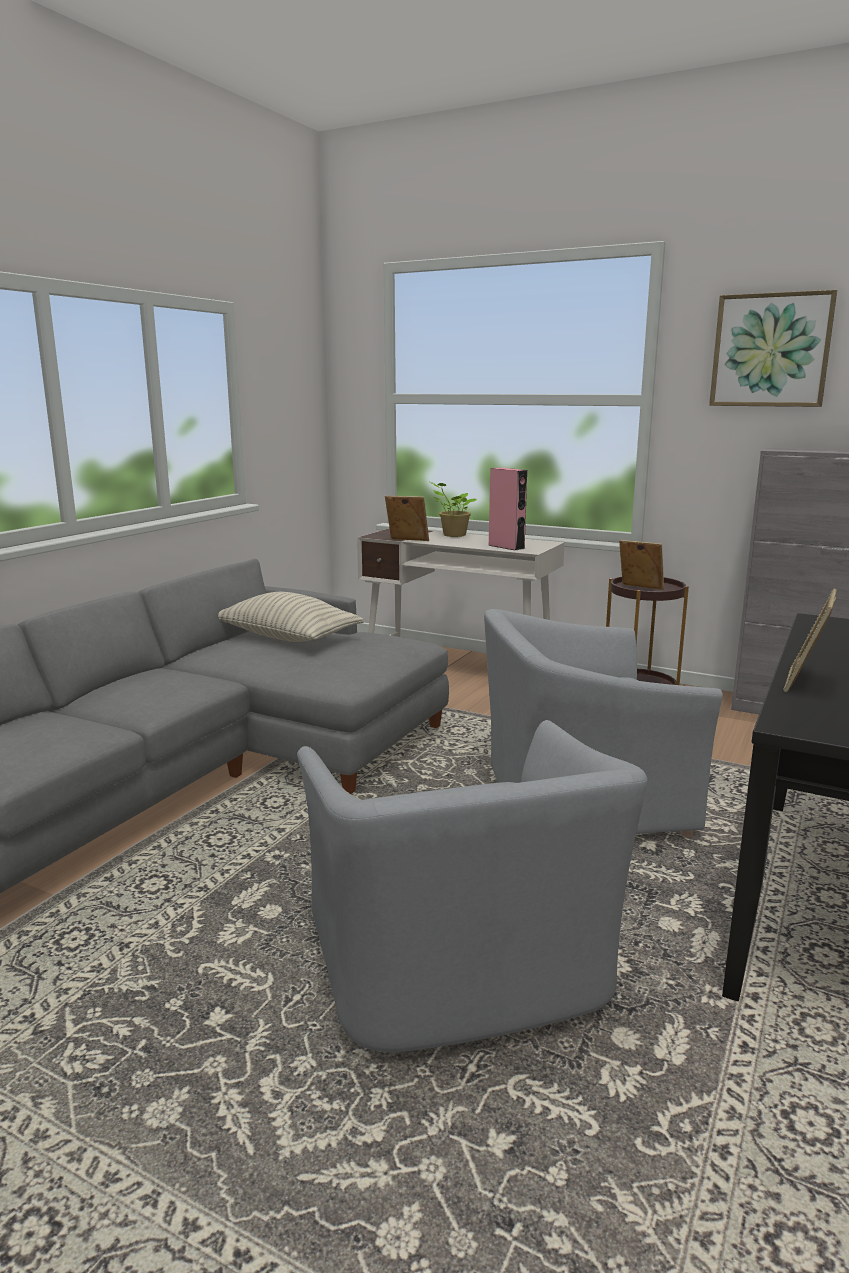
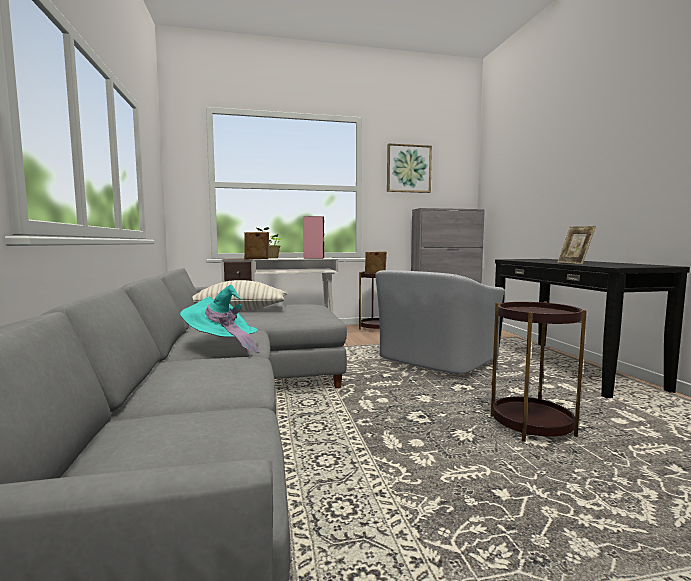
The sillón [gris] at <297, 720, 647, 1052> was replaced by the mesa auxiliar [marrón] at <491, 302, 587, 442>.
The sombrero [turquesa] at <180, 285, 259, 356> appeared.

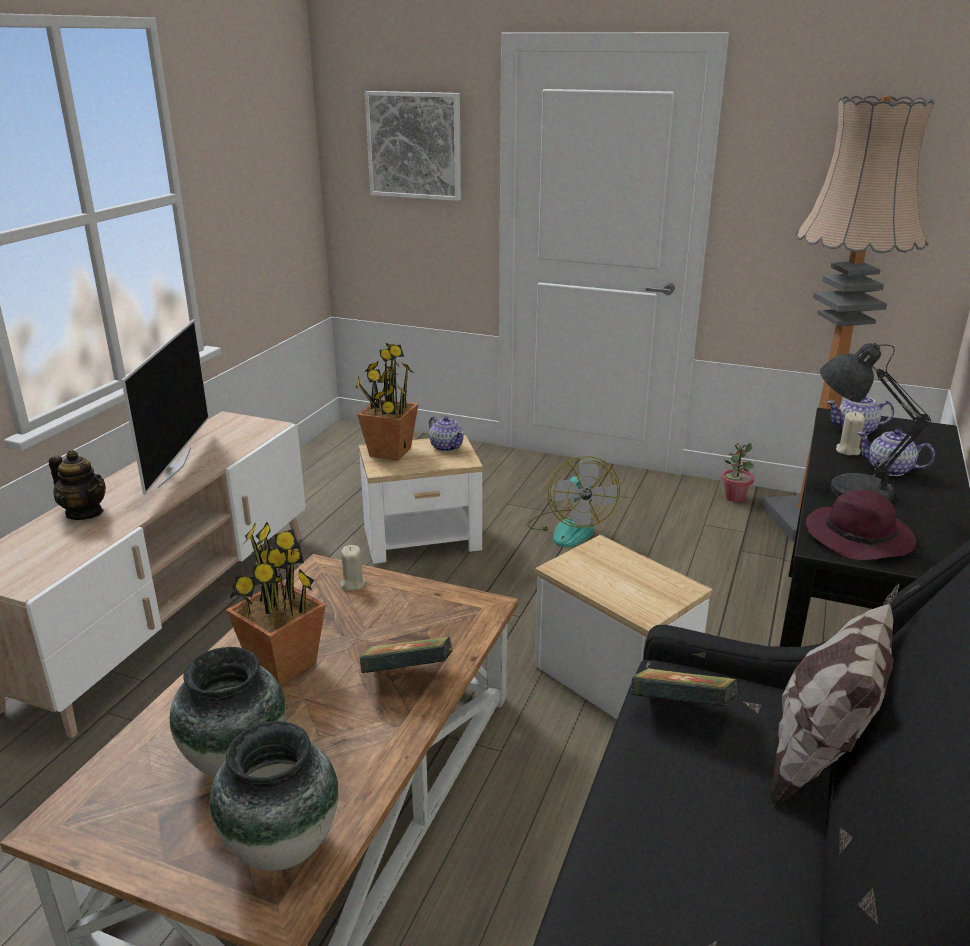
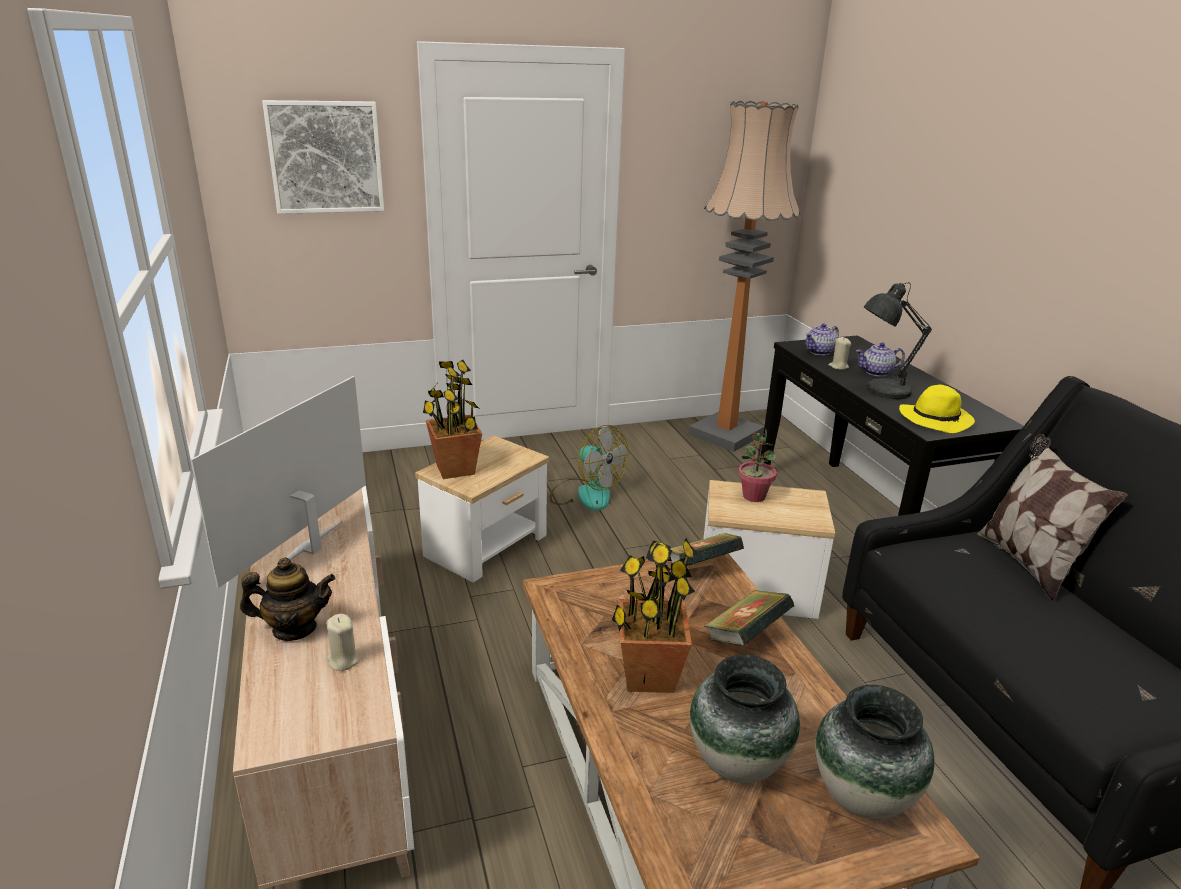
The televisor at <121, 319, 209, 495> turned 120 degrees counterclockwise.
The tetera at <429, 416, 464, 452> disappeared.
The planta en maceta moved from <722, 443, 754, 502> to <738, 429, 777, 502>.
The sombrero [morado] at <806, 490, 916, 560> became the sombrero [amarillo] at <899, 385, 975, 433>.
The vela [beis] moved from <340, 545, 365, 591> to <326, 614, 360, 671>.
The libro moved from <631, 668, 737, 706> to <669, 533, 744, 566>.

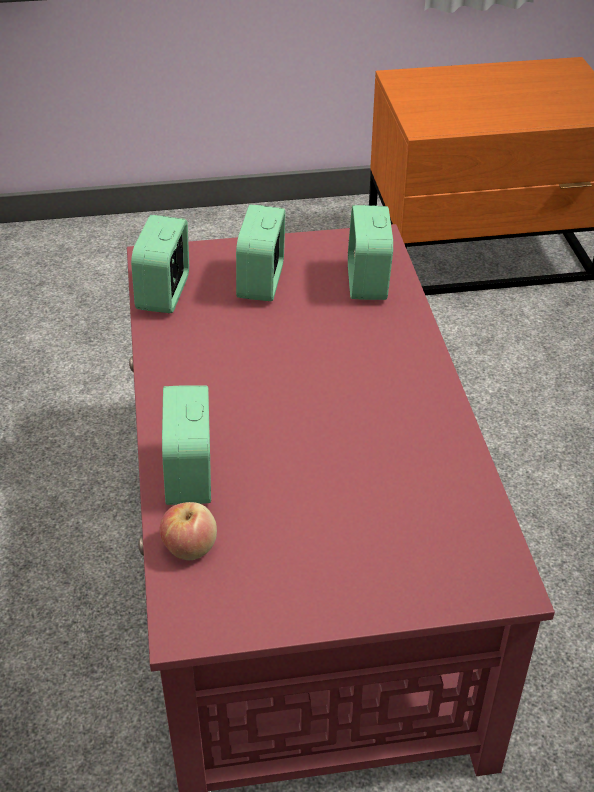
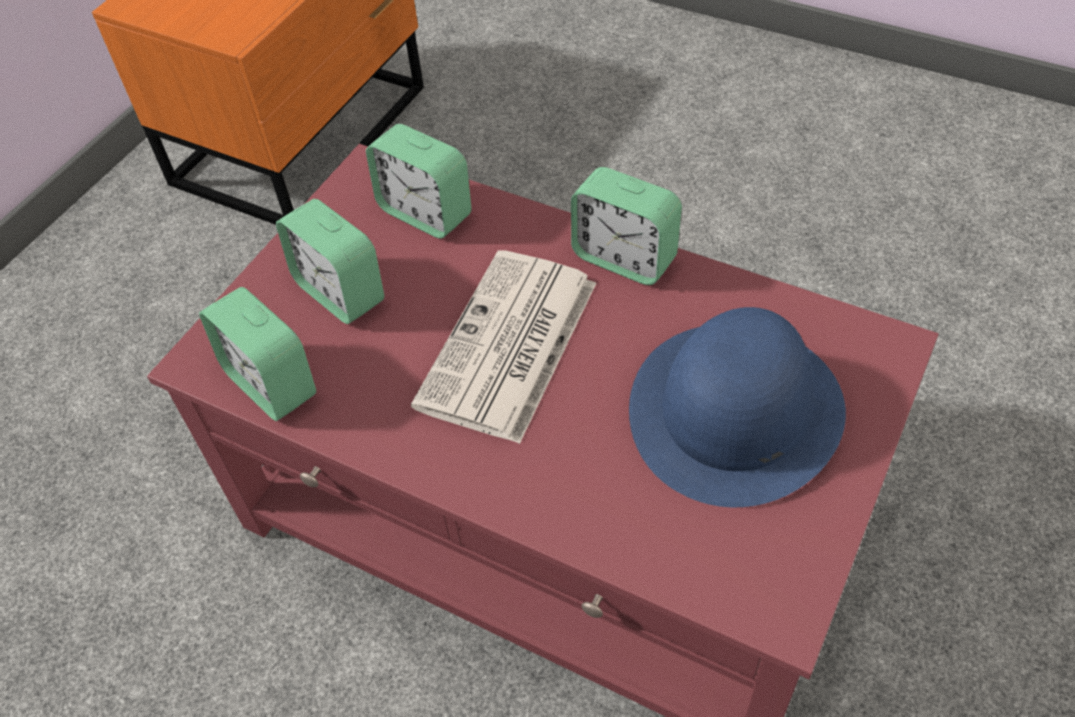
The despertador moved from <162, 385, 211, 505> to <571, 167, 682, 285>.
The manzana at <159, 502, 217, 560> disappeared.
The periódico at <411, 250, 596, 444> appeared.
The sombrero [azul] at <629, 307, 846, 507> appeared.

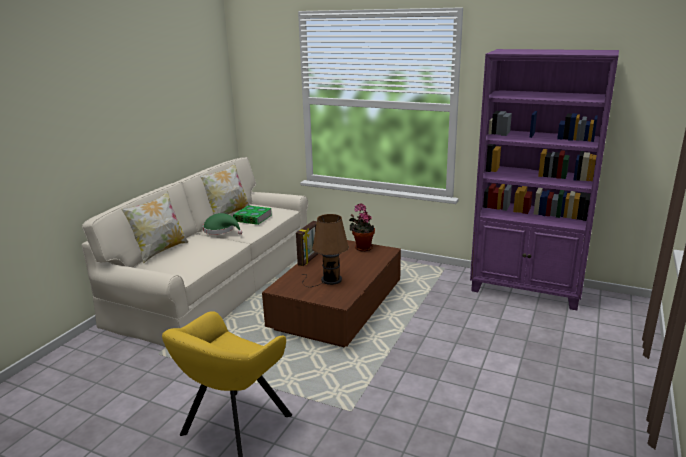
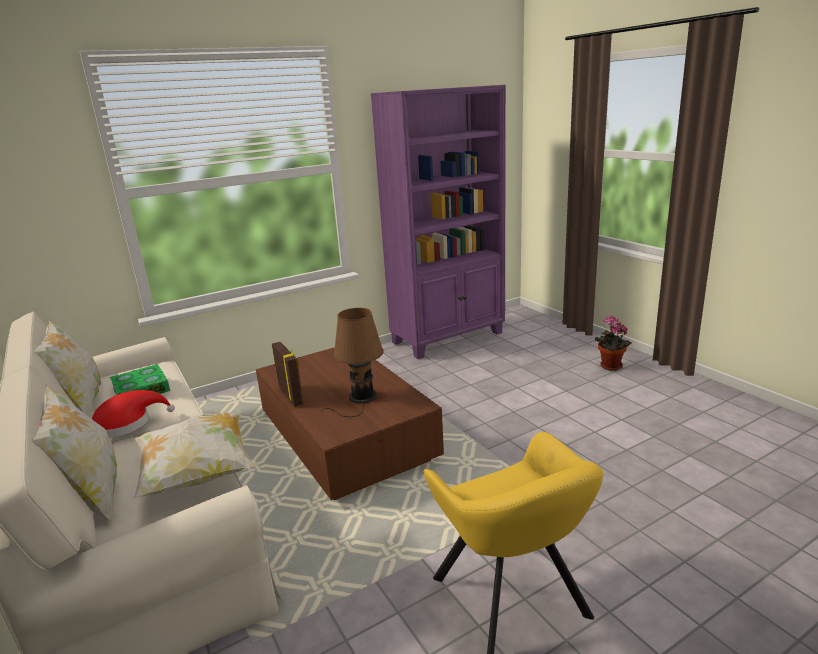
The planta en maceta moved from <349, 203, 375, 252> to <595, 316, 631, 371>.
The sombrero [verde] at <203, 213, 243, 235> became the sombrero [rojo] at <92, 390, 175, 438>.
The cojín at <133, 412, 256, 499> appeared.

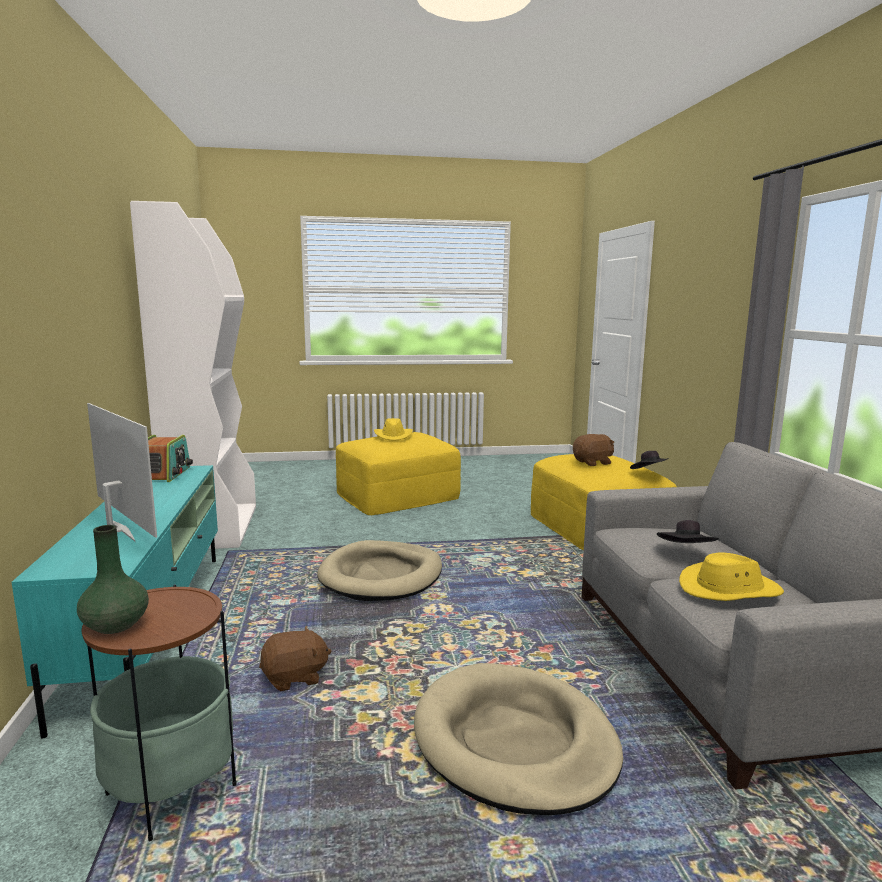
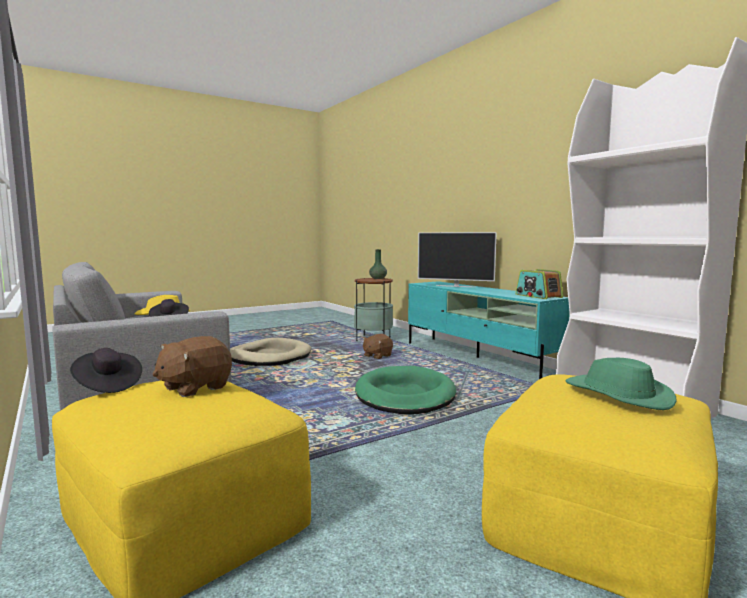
The sombrero [amarillo] at <374, 418, 413, 441> became the sombrero [verde] at <565, 358, 677, 410>.
The cama para perro [beis] at <317, 540, 442, 601> became the cama para perro [verde] at <355, 366, 456, 414>.

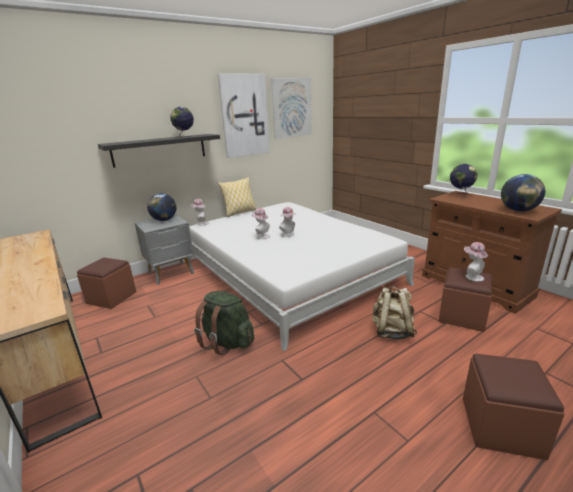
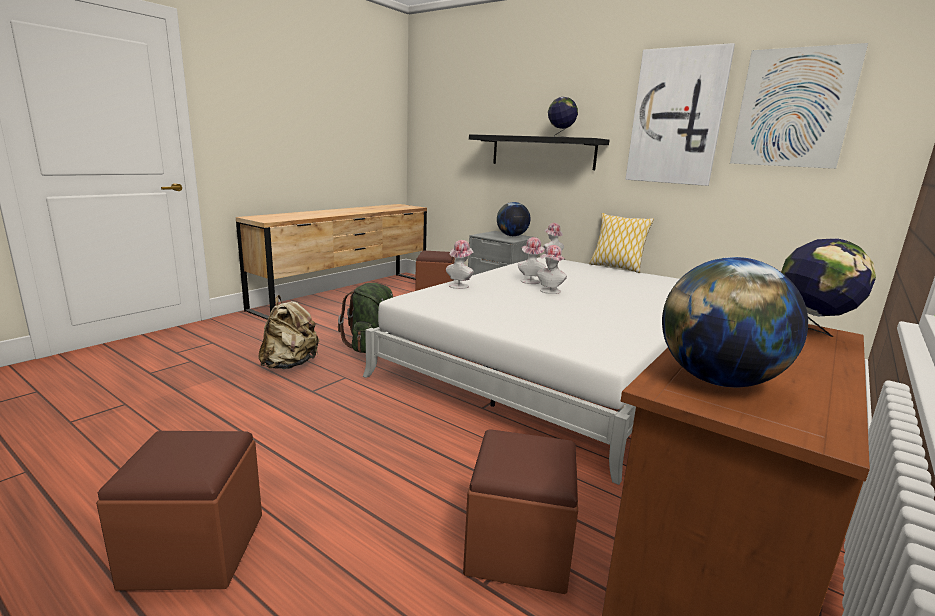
The sombrero moved from <464, 242, 488, 282> to <446, 240, 474, 289>.
The mochila [beis] moved from <372, 286, 417, 339> to <258, 295, 319, 369>.

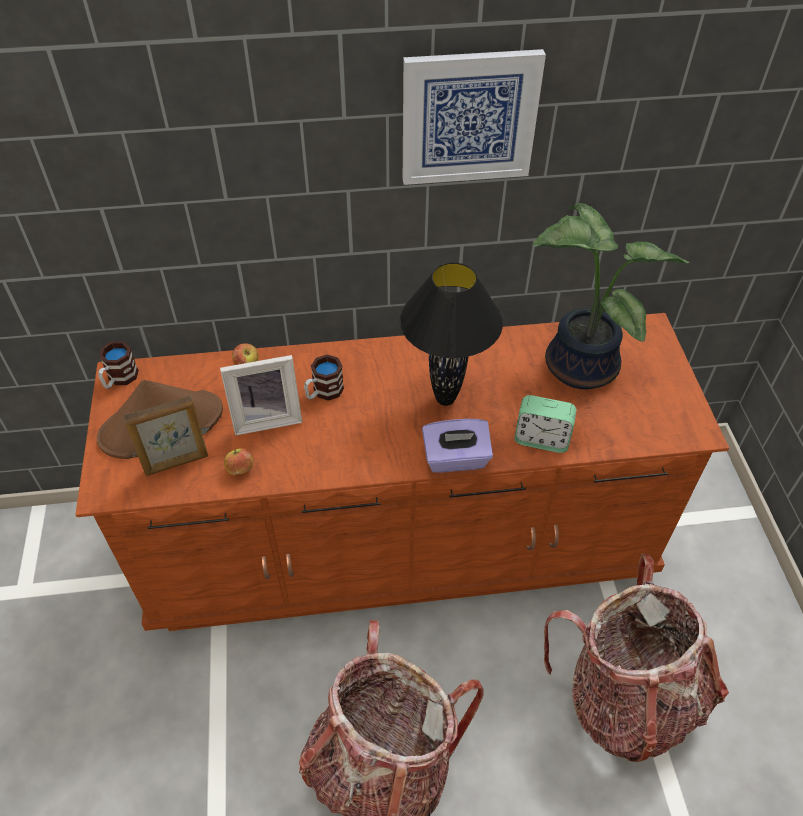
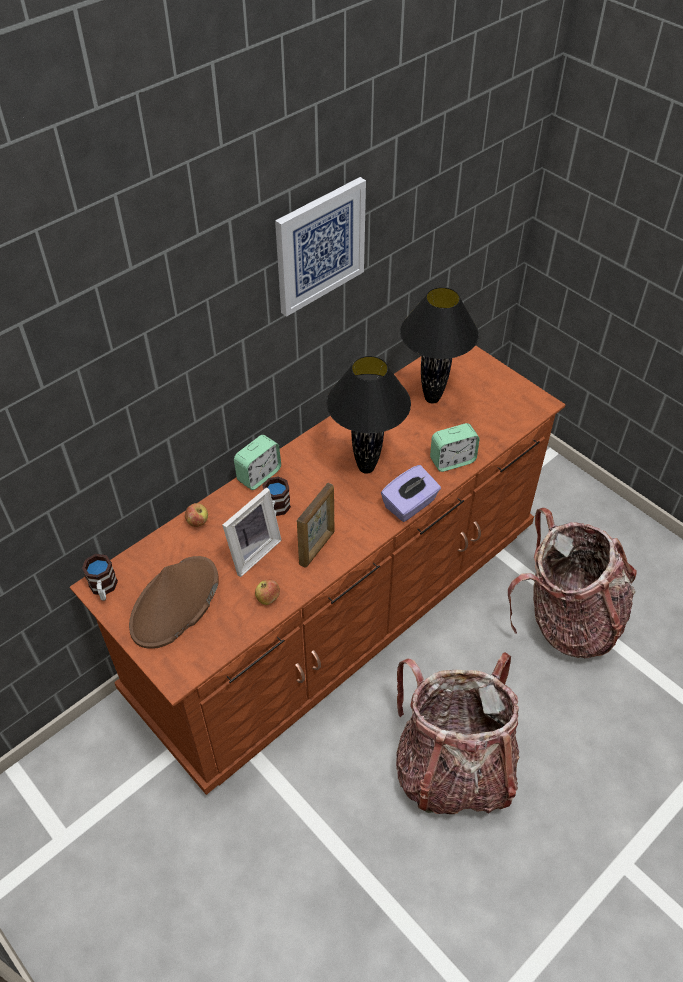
The planta en maceta at <532, 203, 690, 389> was replaced by the lámpara de mesa [negro] at <400, 287, 479, 404>.
The portarretratos moved from <123, 396, 208, 476> to <297, 483, 334, 568>.
The despertador at <234, 435, 281, 490> appeared.

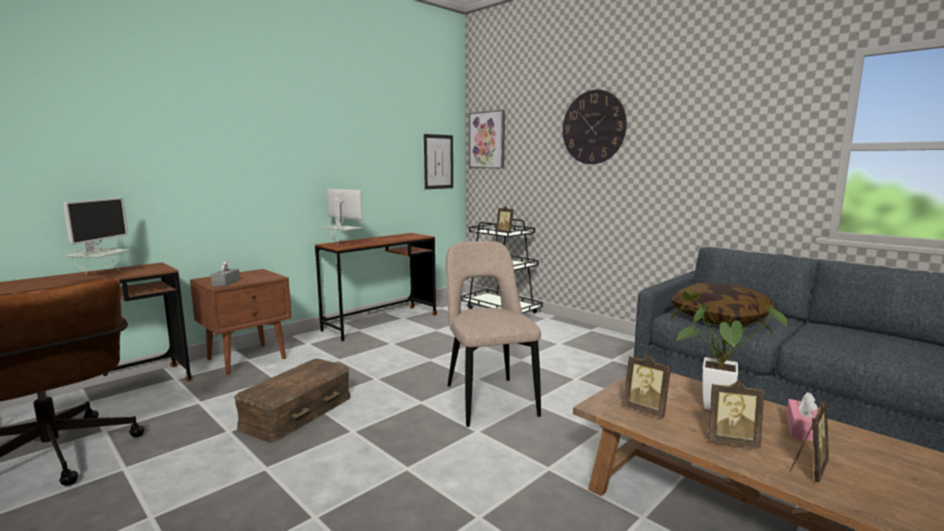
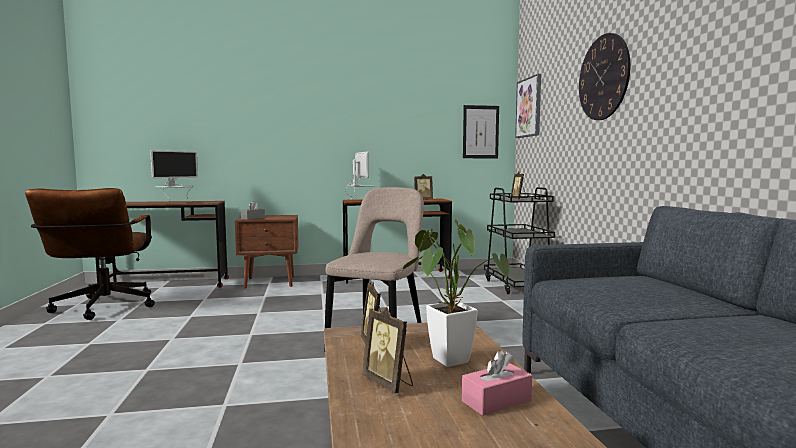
The cojín at <671, 283, 776, 325> disappeared.
The caja de almacenaje [marrón] at <234, 359, 350, 443> disappeared.
The portarretratos moved from <790, 400, 829, 482> to <414, 174, 433, 200>.

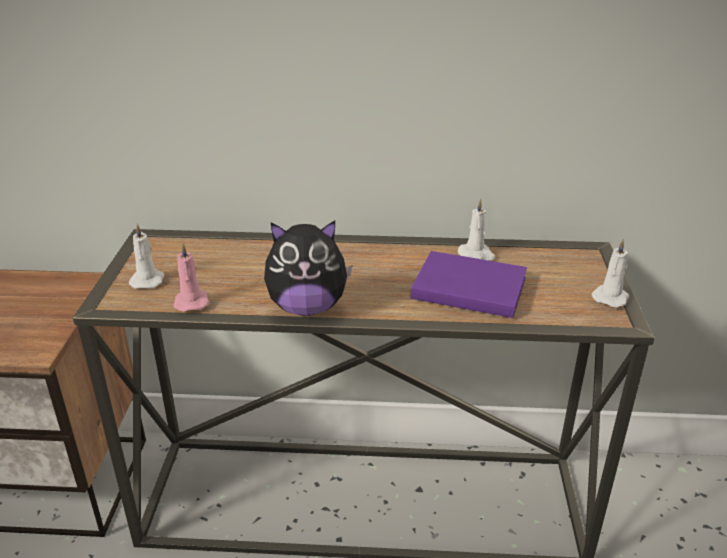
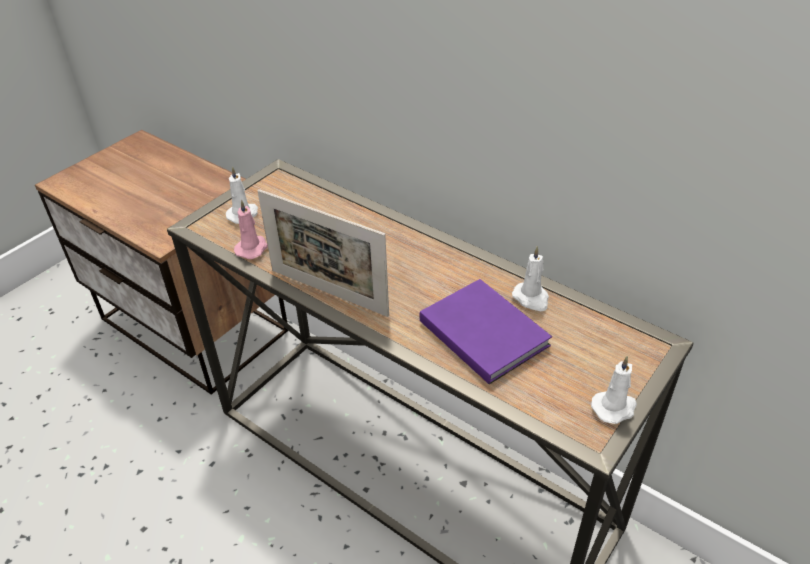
The peluche at <264, 221, 353, 316> was replaced by the portarretratos at <257, 189, 389, 317>.

